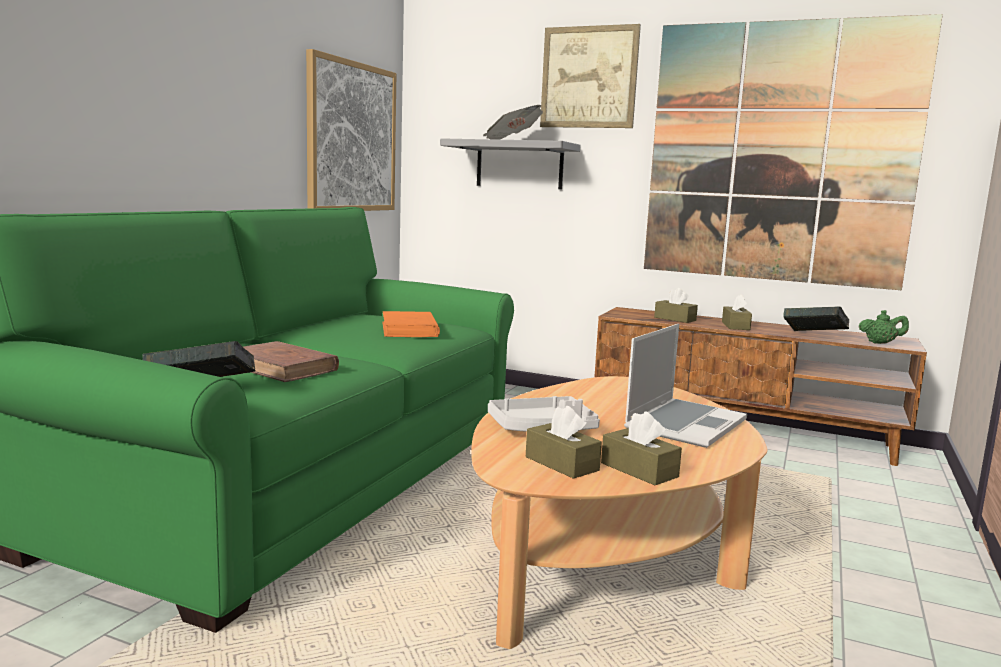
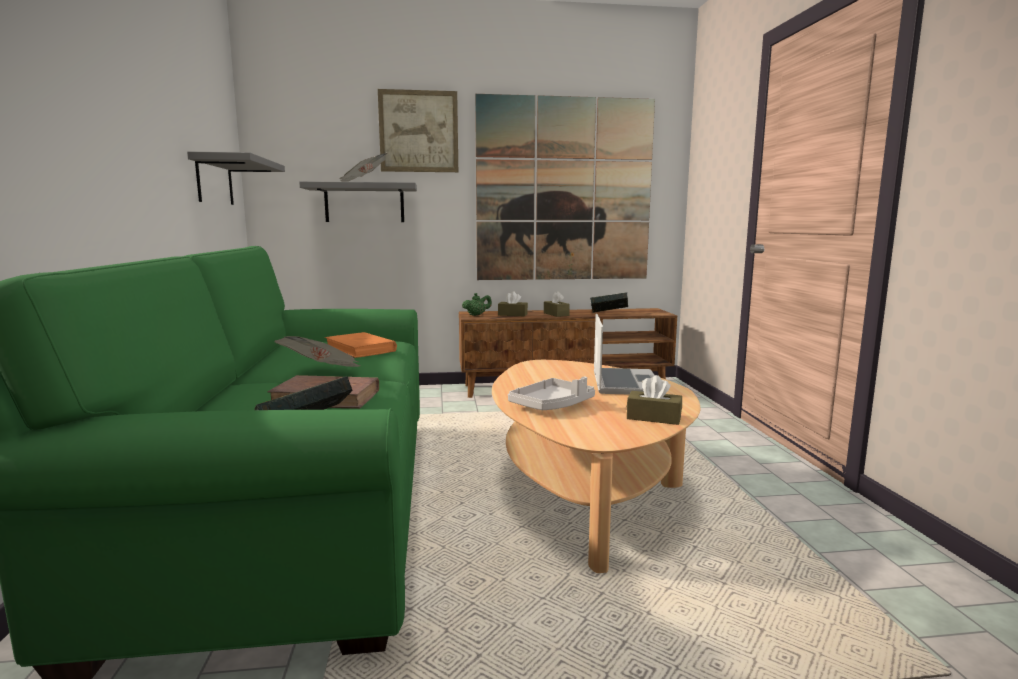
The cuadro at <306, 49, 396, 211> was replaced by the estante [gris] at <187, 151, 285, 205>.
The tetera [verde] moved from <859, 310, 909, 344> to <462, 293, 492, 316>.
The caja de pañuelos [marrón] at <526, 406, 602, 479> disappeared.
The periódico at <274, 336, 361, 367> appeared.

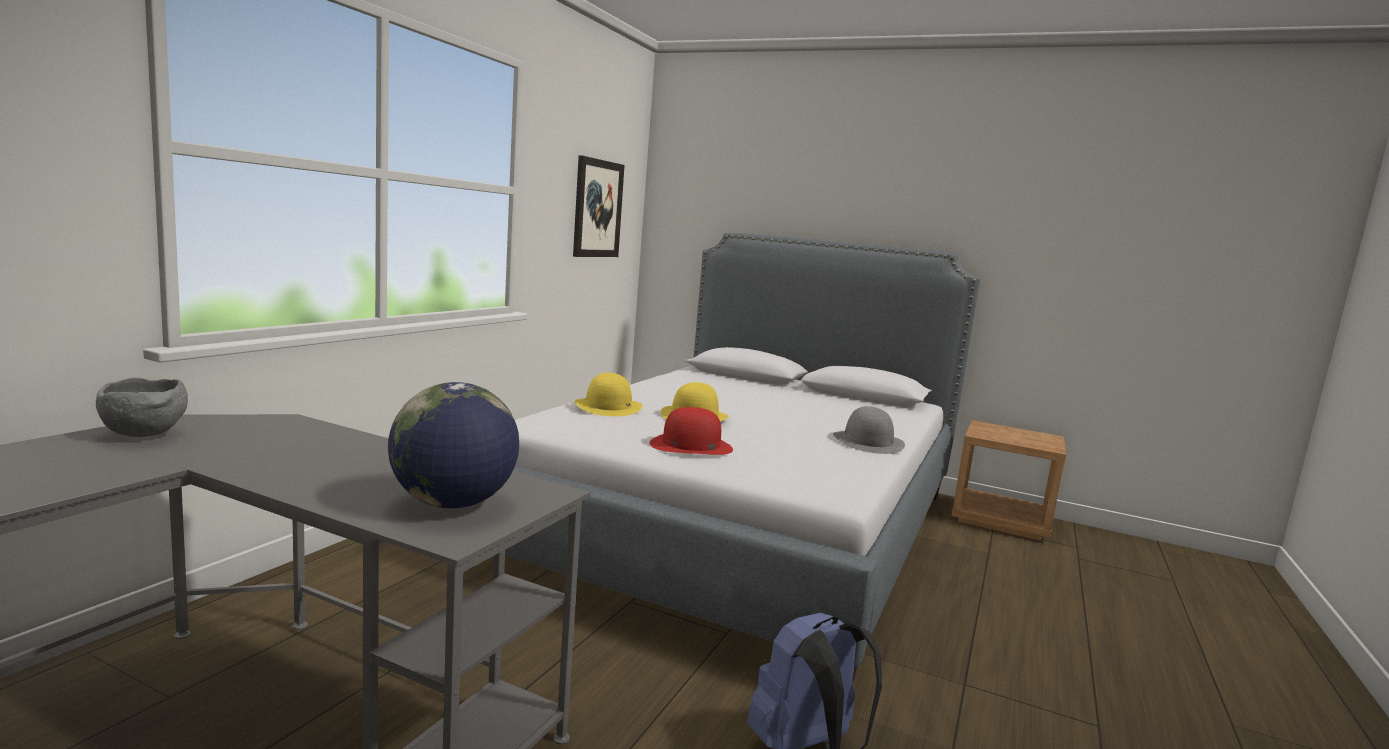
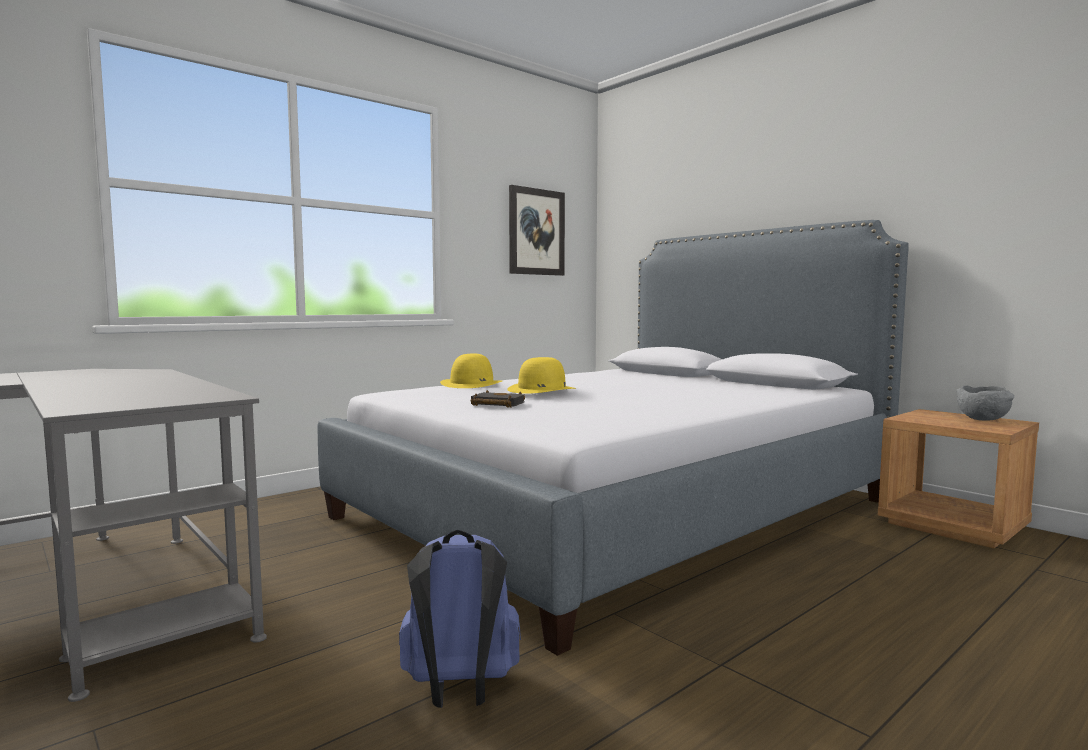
The cuenco [gris] moved from <96, 378, 188, 437> to <956, 385, 1014, 421>.
The globo terráqueo at <388, 382, 519, 508> disappeared.
The sombrero [gris] at <833, 406, 905, 454> disappeared.
The sombrero [rojo] at <650, 407, 733, 455> was replaced by the libro [negro] at <470, 390, 525, 408>.

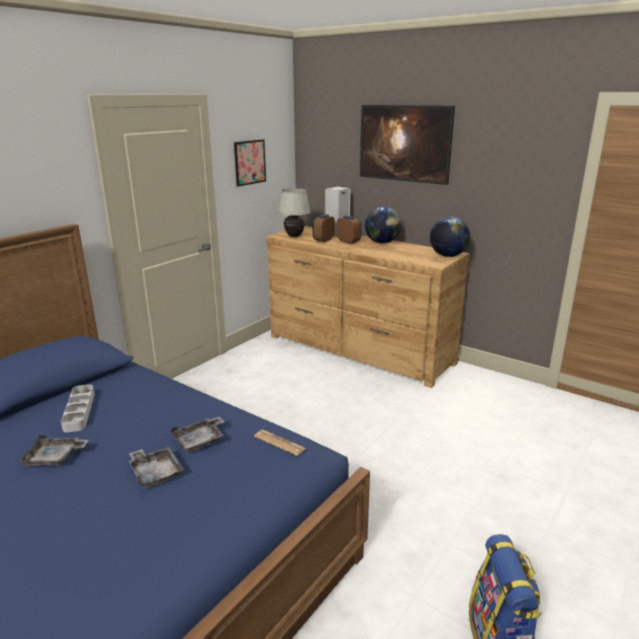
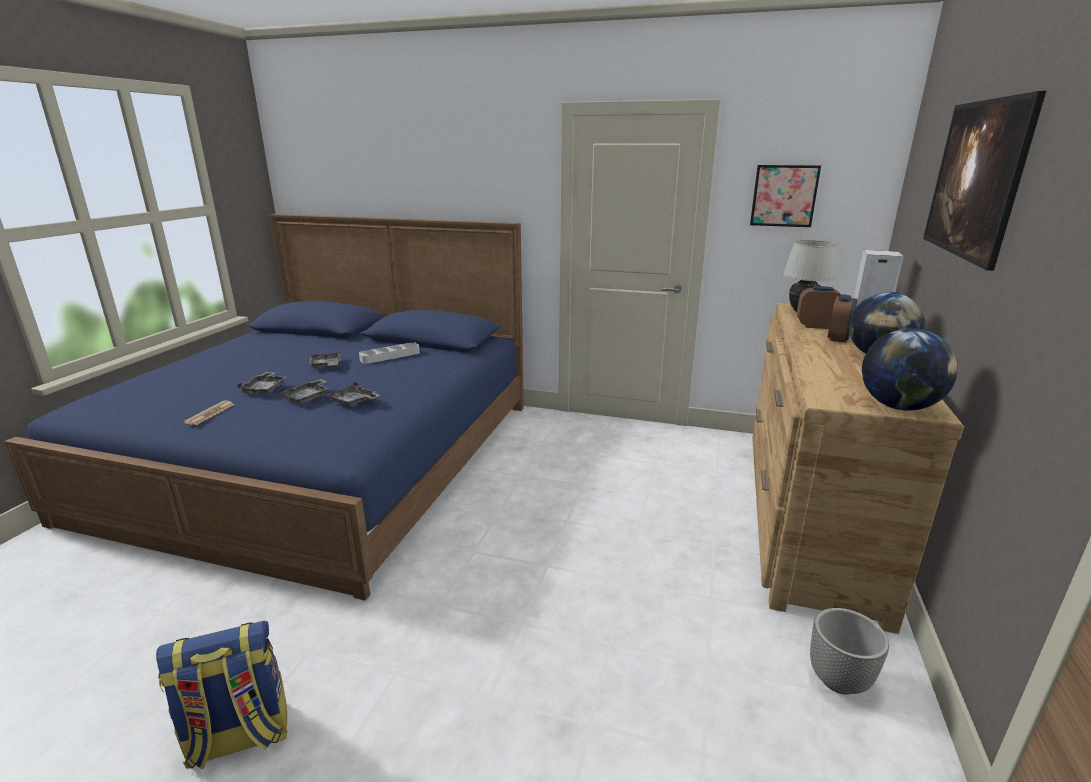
The periódico moved from <254, 430, 306, 456> to <184, 401, 235, 425>.
The bandeja [gris] at <237, 372, 287, 395> appeared.
The maceta at <810, 608, 889, 695> appeared.

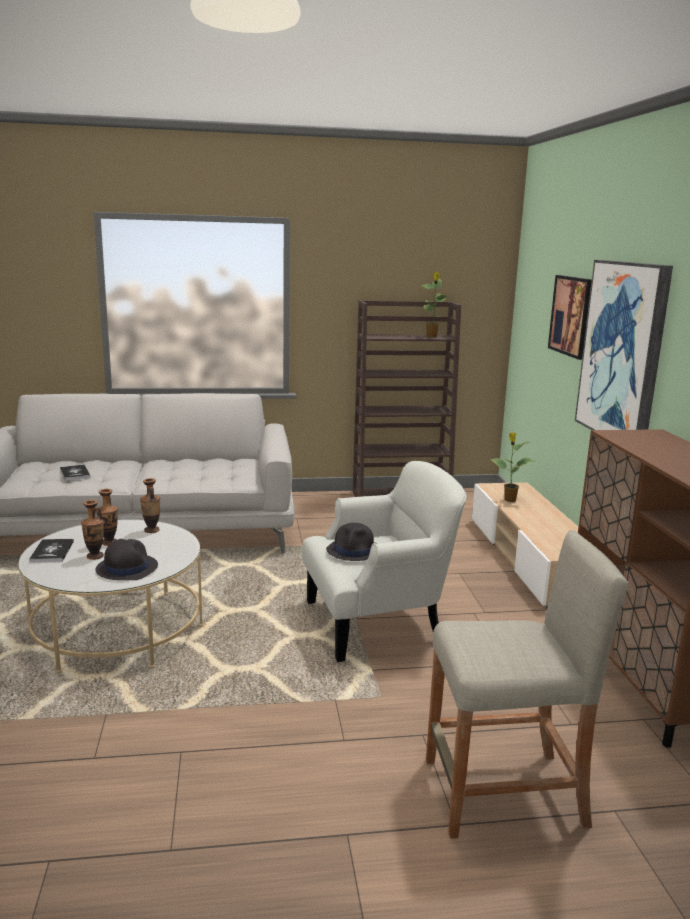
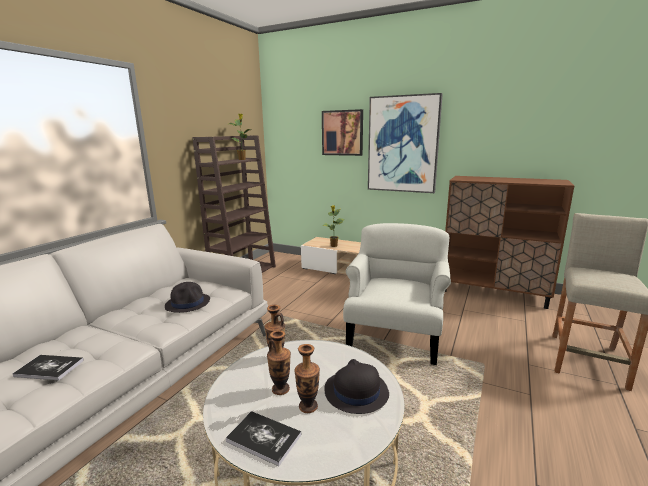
The sombrero [negro] moved from <326, 523, 377, 561> to <165, 282, 210, 313>.

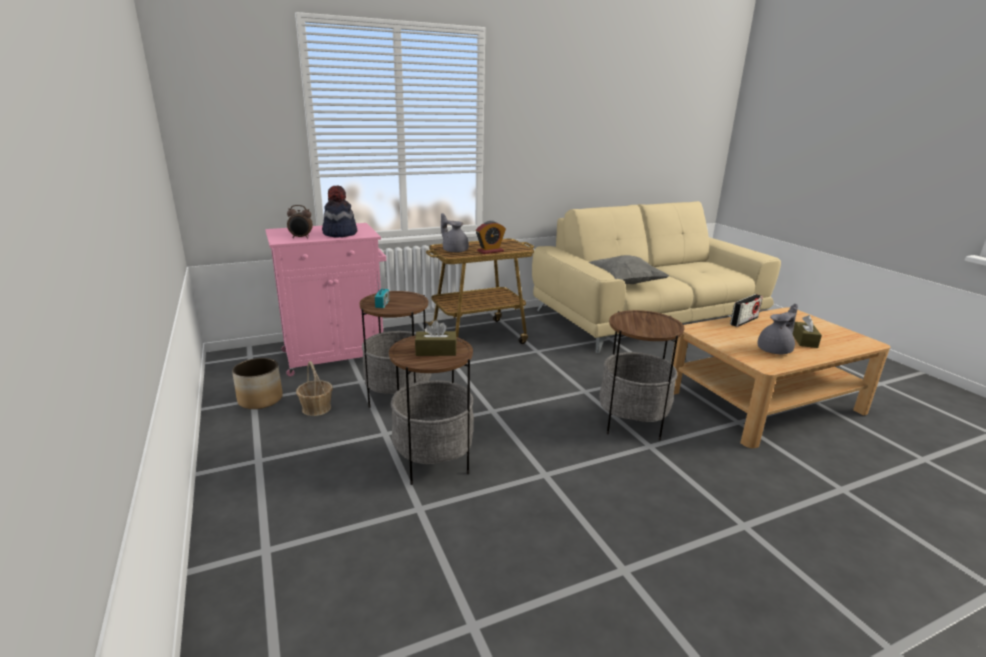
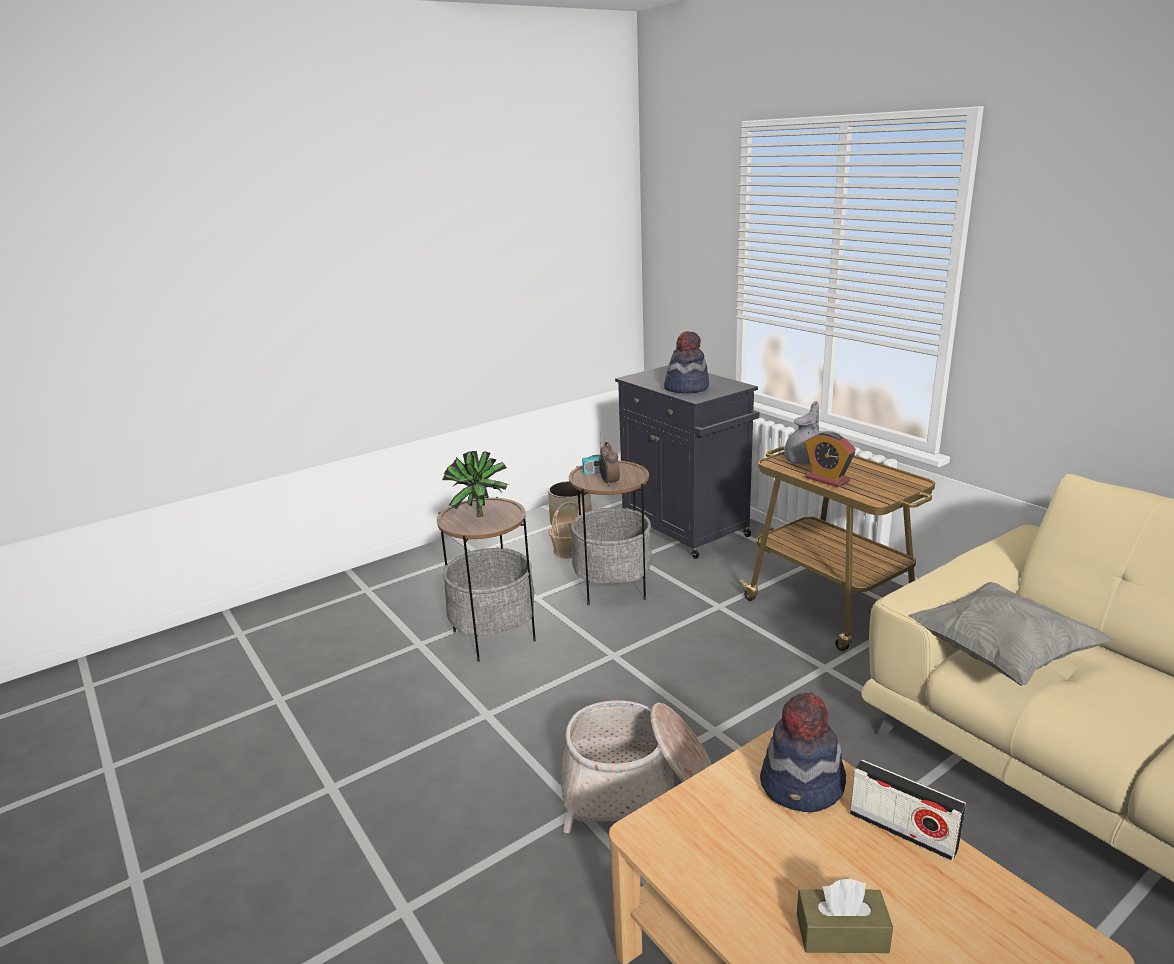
The despertador moved from <287, 205, 313, 239> to <599, 442, 620, 487>.
The armario [rosa] at <265, 223, 386, 376> became the armario [negro] at <615, 366, 759, 559>.
The tetera [gris] at <758, 304, 798, 354> disappeared.
The mesa auxiliar at <599, 310, 685, 441> was replaced by the cesta at <562, 701, 712, 833>.
The caja de pañuelos [marrón] at <415, 320, 457, 356> was replaced by the planta en maceta at <442, 451, 509, 517>.
The sombrero at <760, 692, 846, 813> appeared.

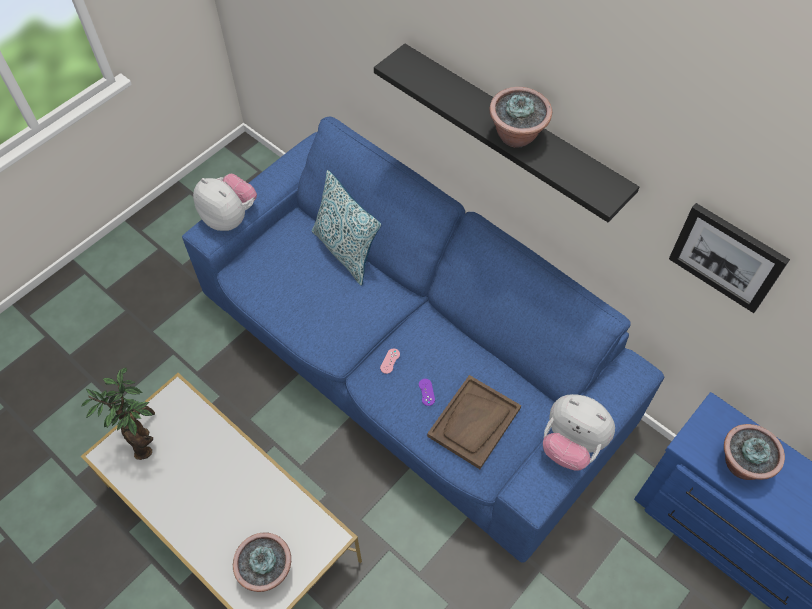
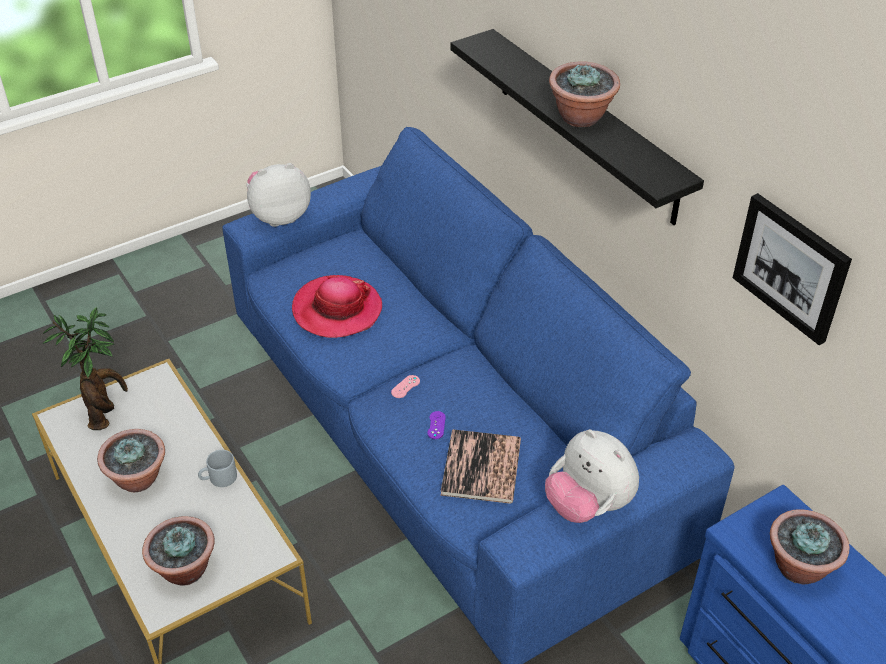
The cojín at <312, 170, 381, 286> disappeared.
The peluche at <193, 174, 257, 231> turned 75 degrees counterclockwise.
The bandeja [marrón] at <427, 375, 521, 469> was replaced by the libro at <441, 429, 521, 504>.
The sombrero at <292, 275, 382, 338> appeared.
The planta en maceta at <97, 429, 165, 492> appeared.
The taza grande [gris] at <198, 450, 237, 487> appeared.

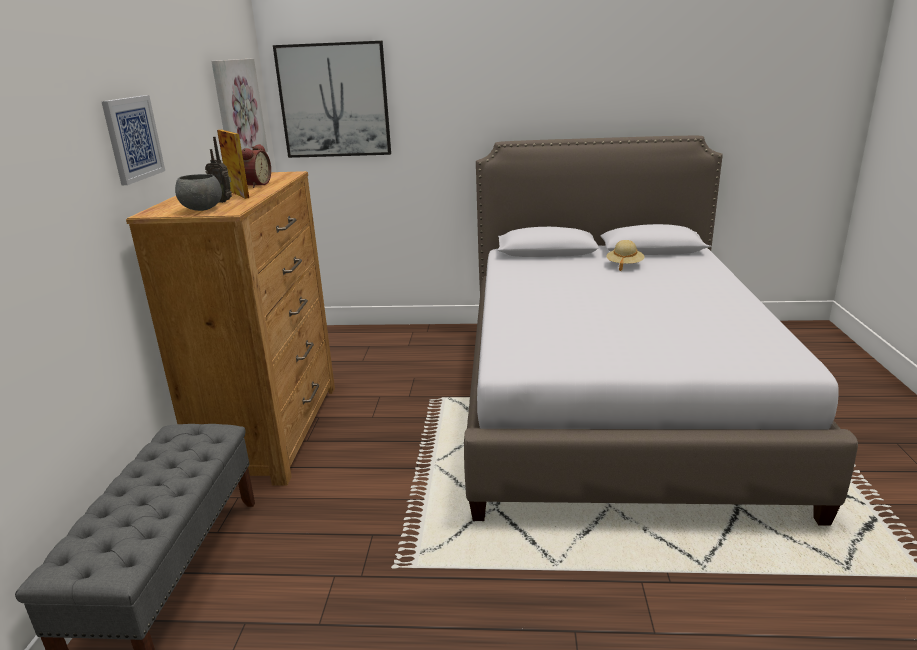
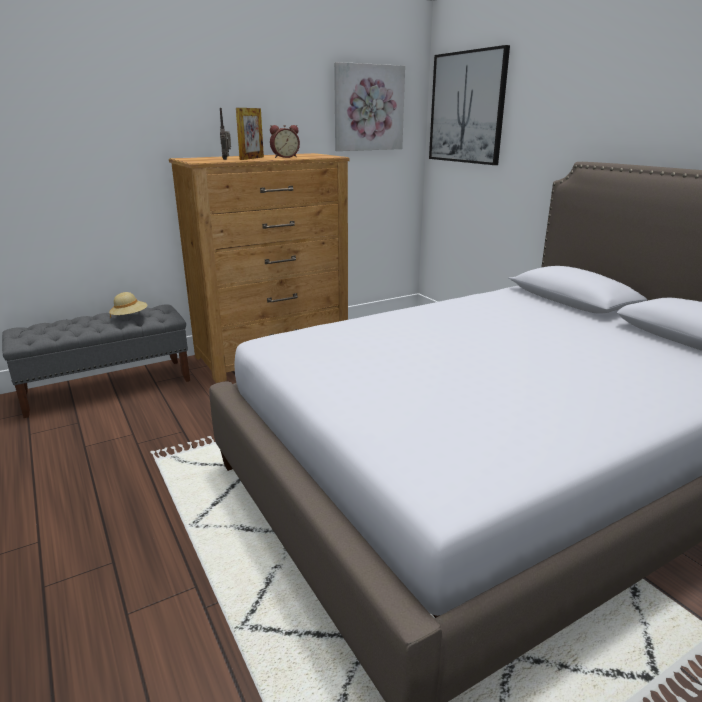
The cuadro at <101, 95, 165, 185> disappeared.
The cuenco [gris] at <175, 174, 222, 211> disappeared.
The sombrero [beis] moved from <606, 240, 644, 271> to <109, 292, 147, 318>.

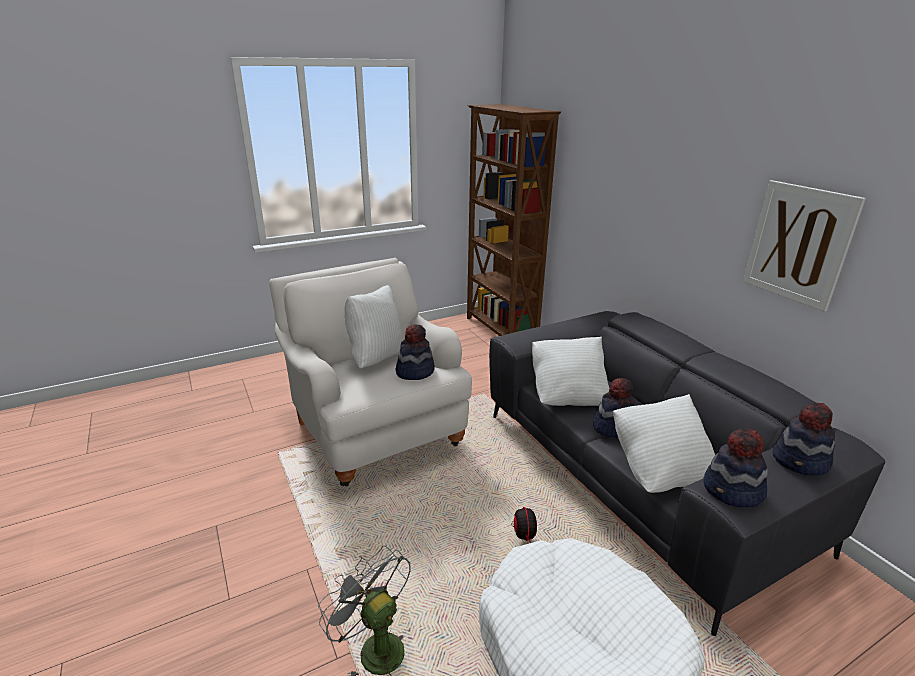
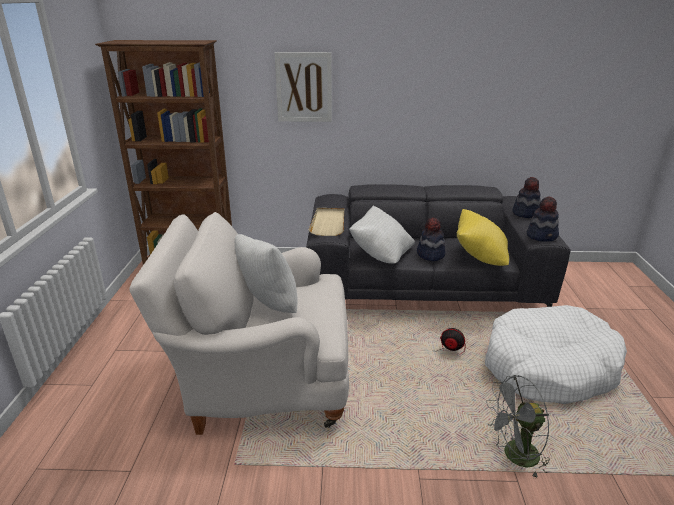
The cuadro moved from <743, 180, 866, 312> to <275, 52, 332, 122>.
The sombrero at <396, 324, 435, 380> disappeared.
The cojín [blanco] at <613, 394, 715, 493> became the cojín [amarillo] at <457, 209, 509, 266>.
The bandeja [beis] at <309, 208, 344, 236> appeared.

